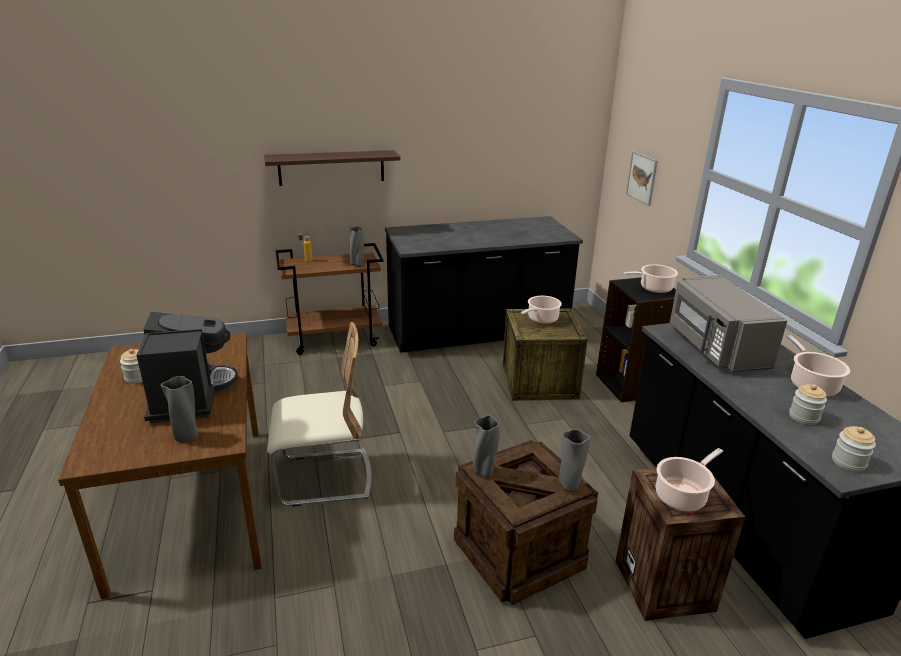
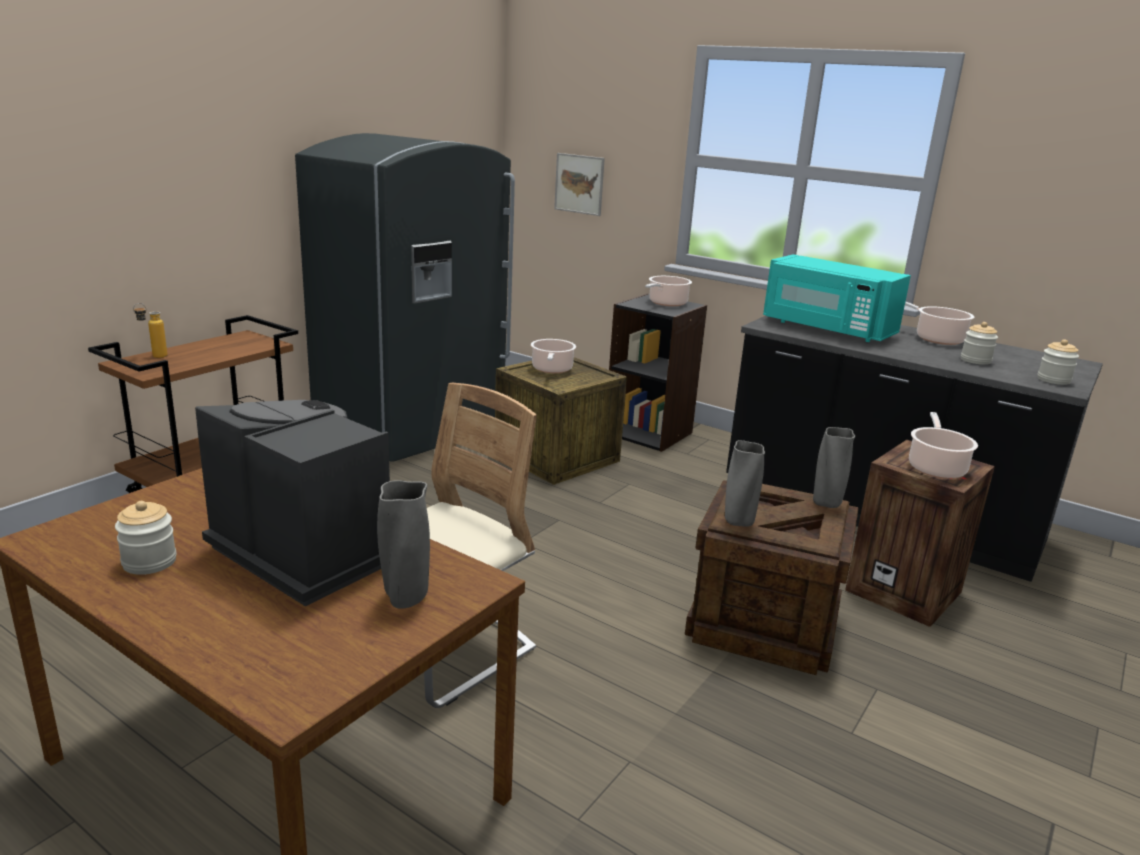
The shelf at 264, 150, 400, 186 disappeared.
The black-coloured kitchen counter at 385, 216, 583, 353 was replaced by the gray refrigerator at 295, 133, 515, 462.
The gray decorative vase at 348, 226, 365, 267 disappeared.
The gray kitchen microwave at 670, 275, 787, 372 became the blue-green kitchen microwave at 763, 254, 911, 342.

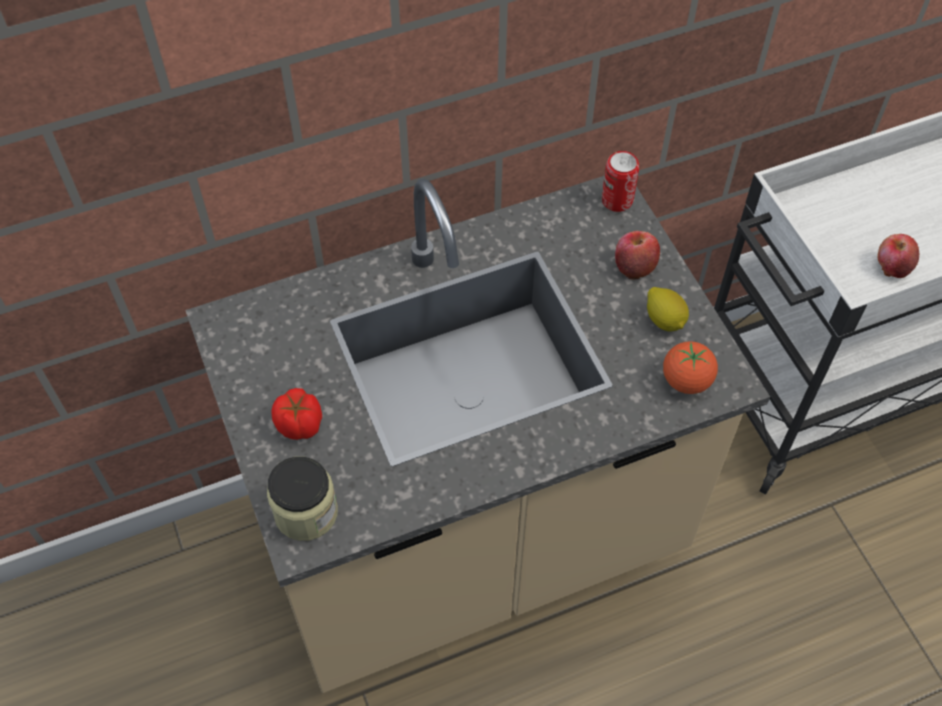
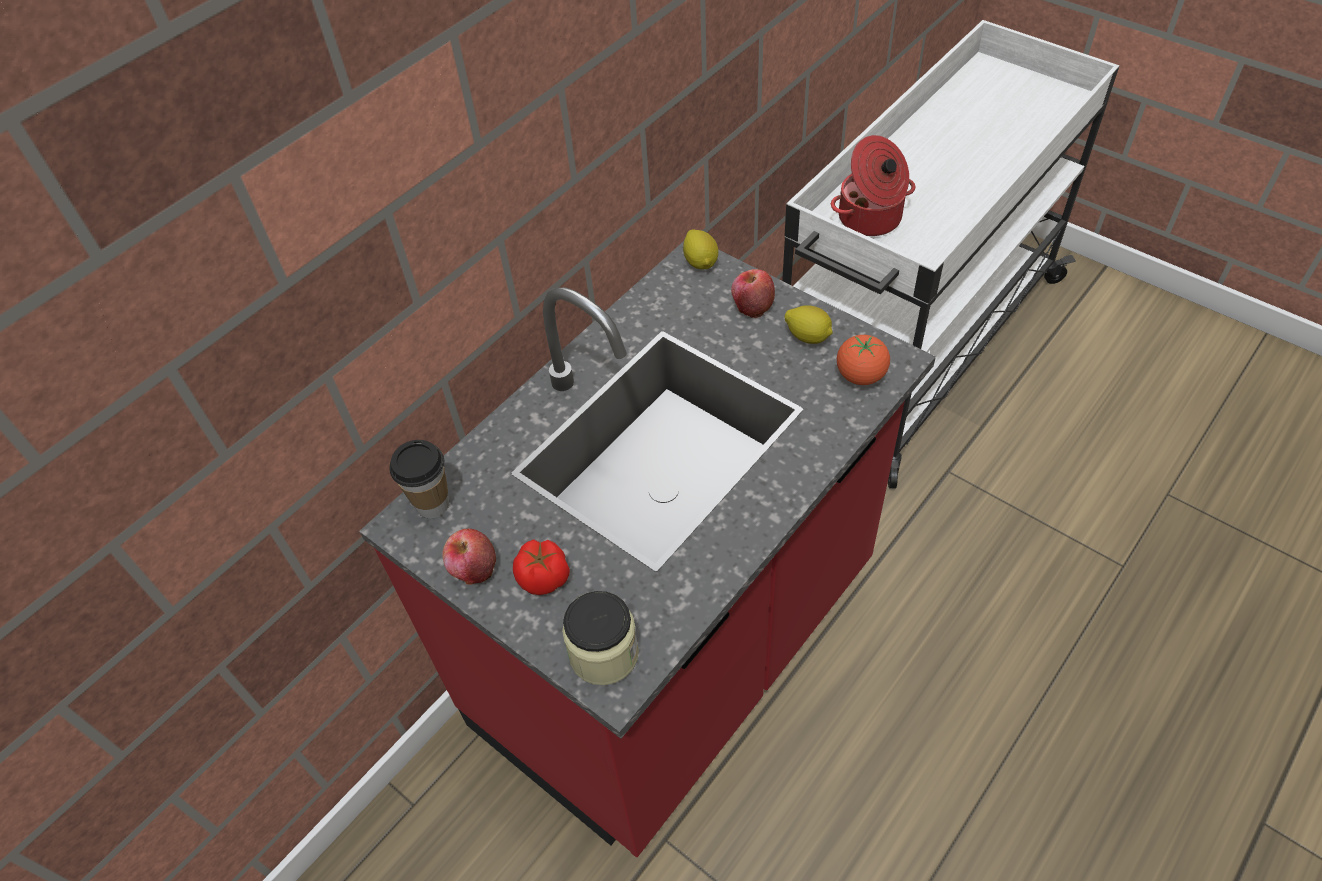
The metal can at 602, 151, 639, 212 was replaced by the lemon at 683, 229, 718, 269.
The beige kitchen counter at 185, 176, 770, 693 became the red-coloured kitchen counter at 359, 241, 936, 857.
The apple moved from 877, 234, 919, 278 to 442, 529, 496, 585.
The cooking pot at 831, 135, 916, 236 appeared.
The cup at 389, 440, 449, 518 appeared.

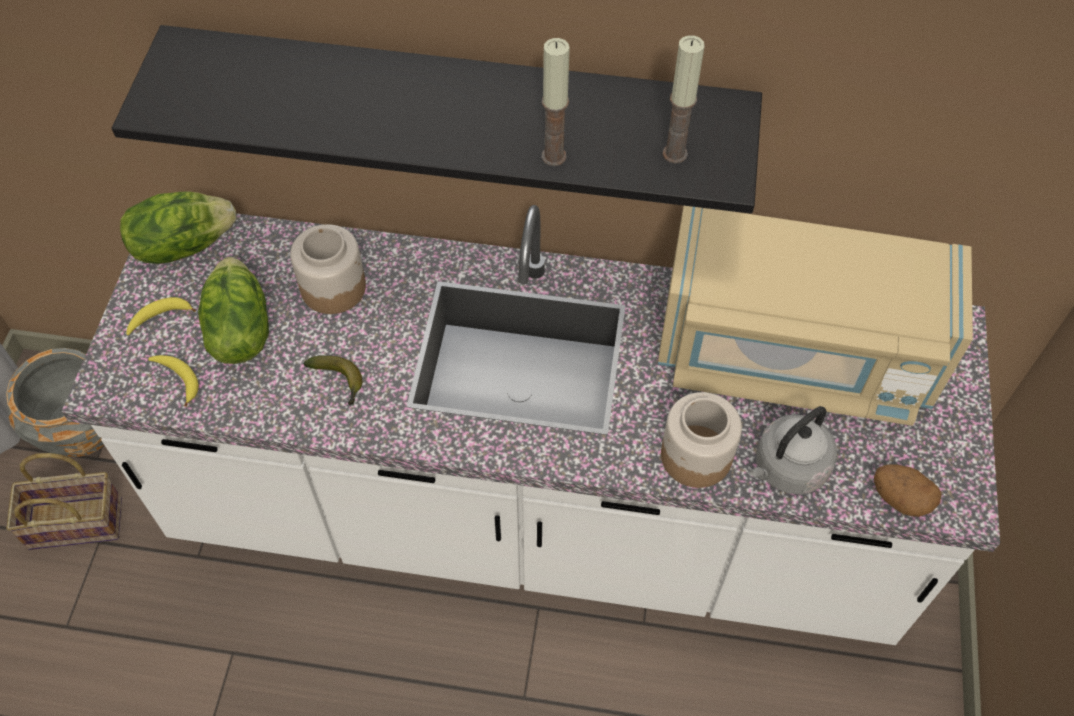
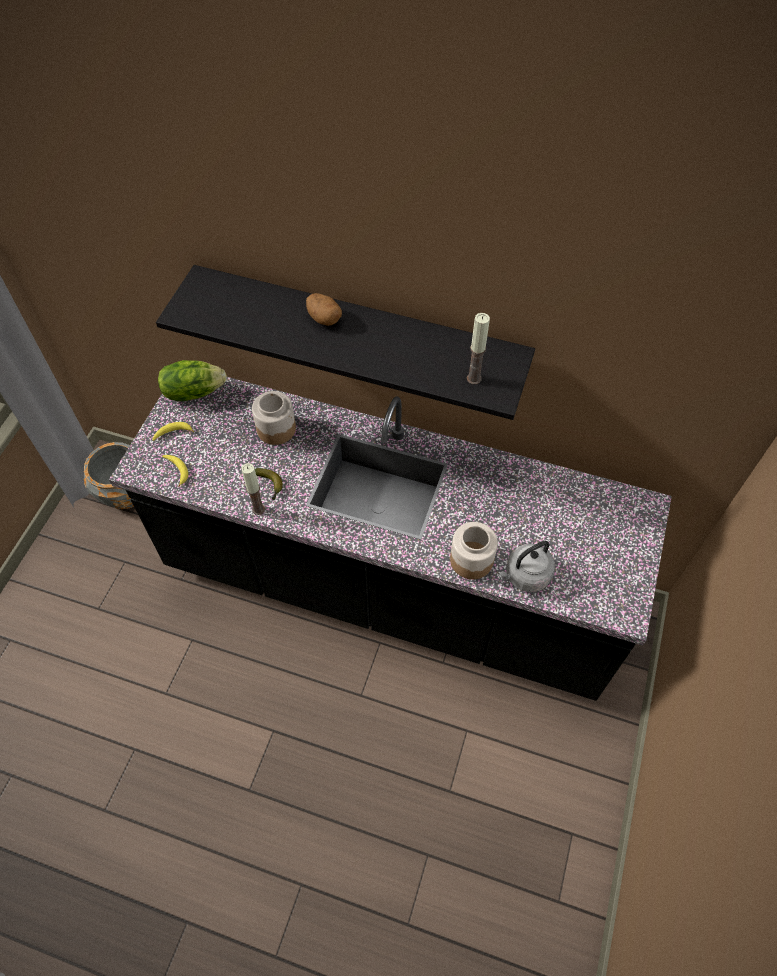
The wax light moved from 542, 38, 570, 166 to 241, 463, 265, 515.
The whitish kitchen counter at 61, 205, 1000, 645 became the black-coloured kitchen counter at 109, 377, 672, 701.
The beige kitchen microwave at 658, 206, 973, 426 disappeared.
The lettuce head at 198, 257, 269, 364 disappeared.
The storage basket at 6, 453, 122, 550 disappeared.
The whole potato moved from 874, 464, 942, 517 to 306, 293, 342, 326.

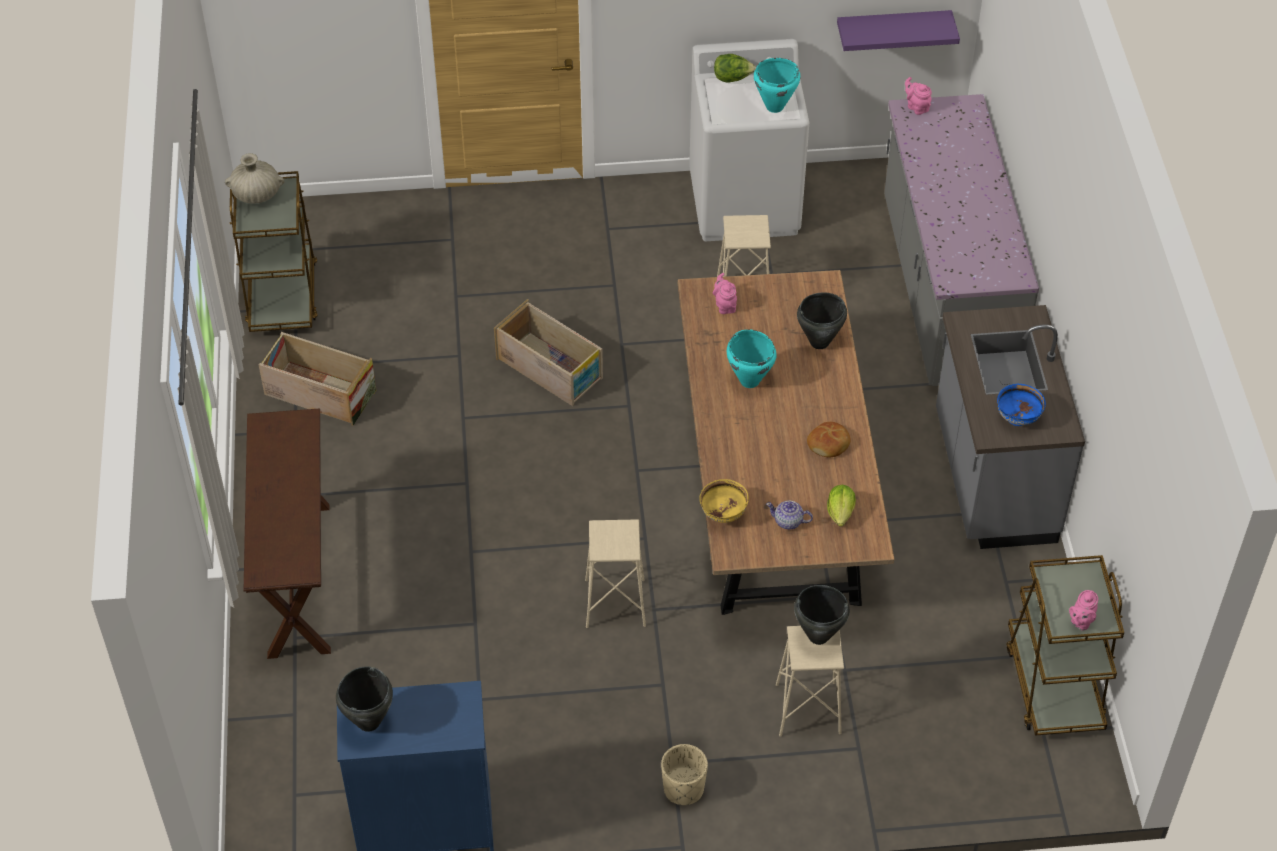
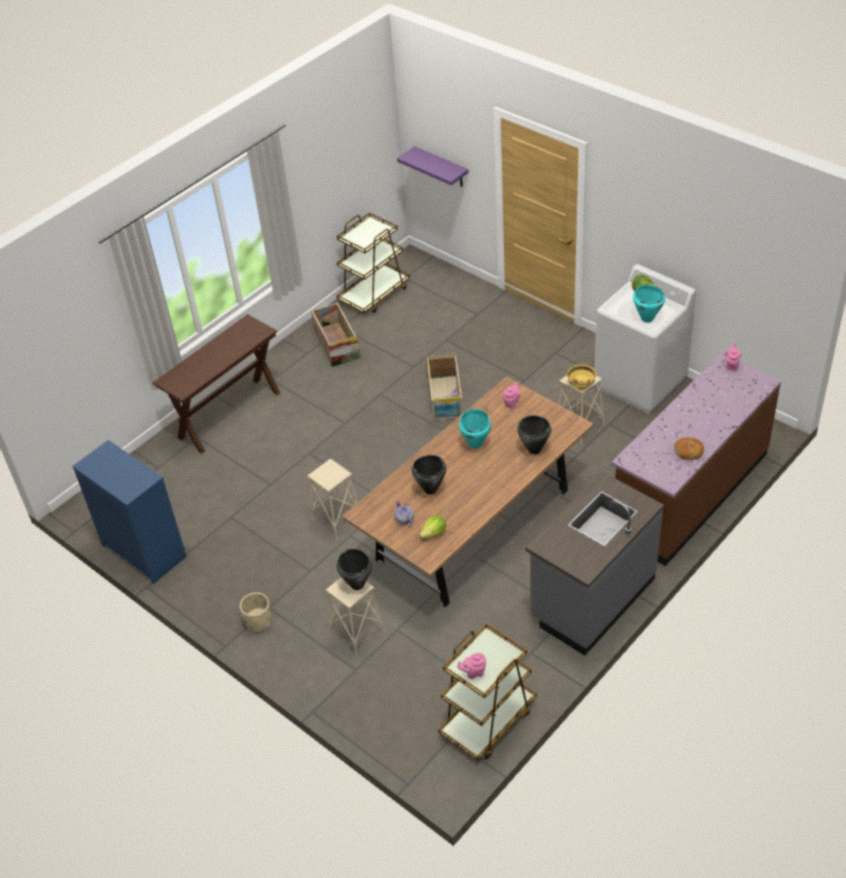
The purple shelf moved from 837, 10, 960, 51 to 397, 146, 469, 187.
The gray kitchen counter at 884, 94, 1039, 386 became the brownish kitchen counter at 611, 353, 781, 566.
The beige decorative vase at 225, 153, 285, 204 disappeared.
The blue bowl at 997, 384, 1046, 426 disappeared.
The bakery bread moved from 807, 422, 851, 457 to 674, 438, 704, 460.
The yellowish bowl moved from 700, 479, 749, 523 to 567, 364, 596, 390.
The black-coloured cooking pot moved from 336, 666, 393, 732 to 412, 455, 446, 494.

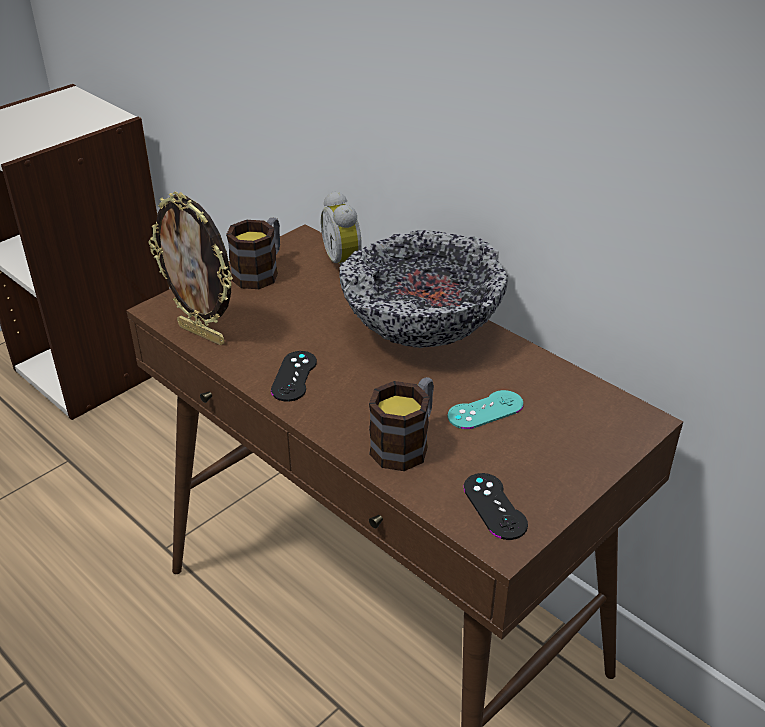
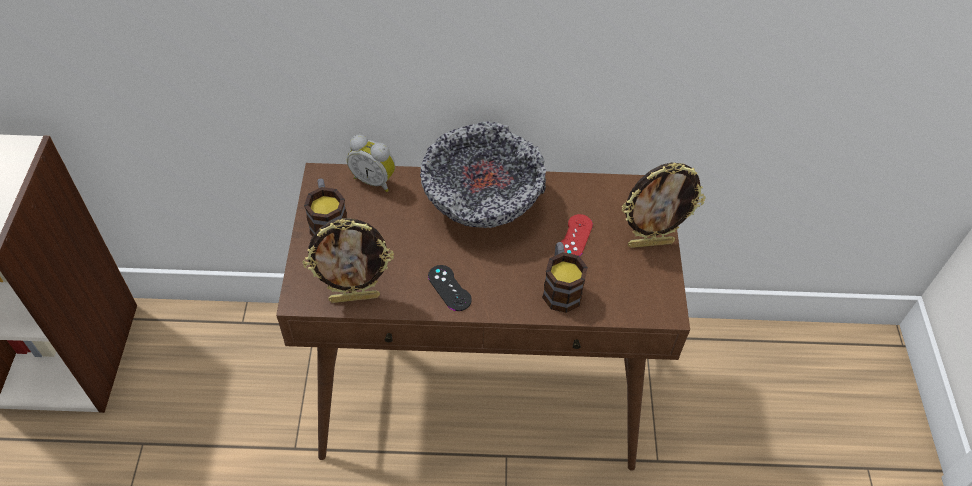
The blue-green gamepad at 448, 390, 523, 429 became the red-coloured gamepad at 561, 214, 593, 256.
The black-coloured gamepad at 464, 473, 528, 540 disappeared.
The standing frame at 622, 163, 706, 248 appeared.

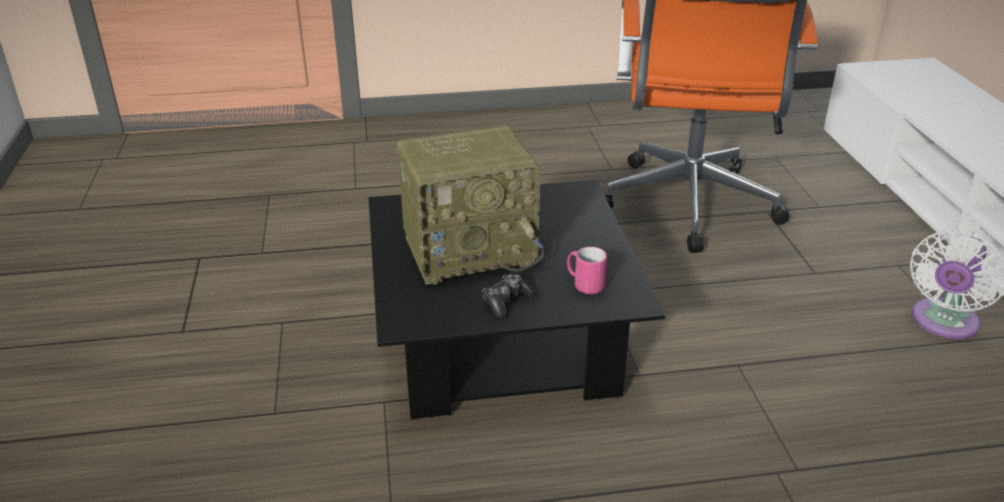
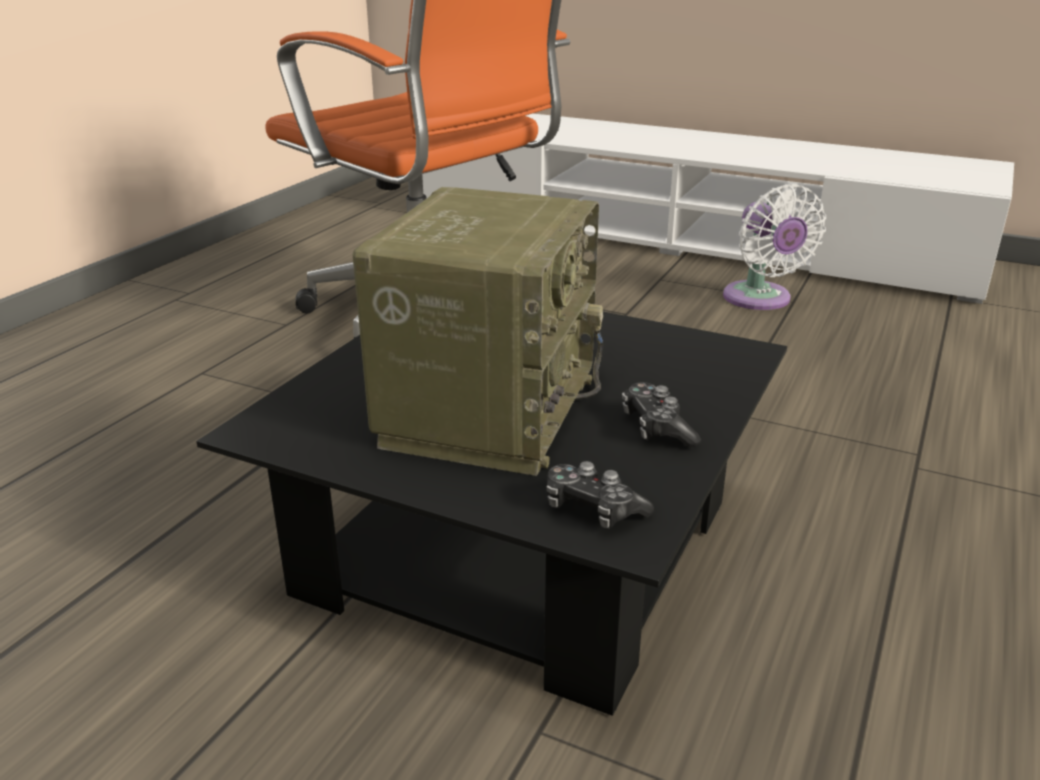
The pink coffee mug at 567, 247, 607, 294 disappeared.
The gamepad at 546, 461, 654, 528 appeared.

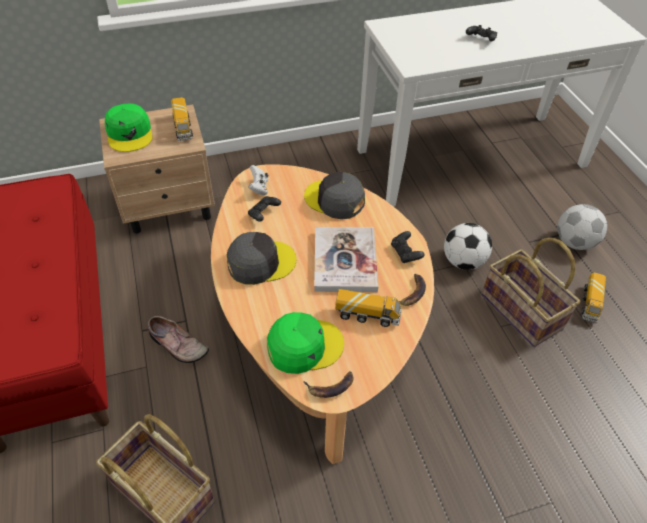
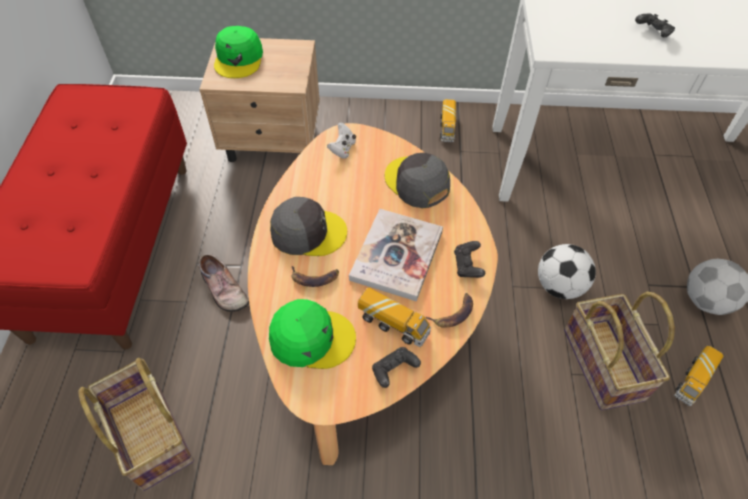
The toy truck moved from 171, 97, 193, 141 to 440, 99, 456, 142.
The black-coloured gamepad moved from 248, 196, 281, 222 to 372, 347, 421, 388.
The whole banana moved from 304, 371, 354, 398 to 292, 266, 339, 287.

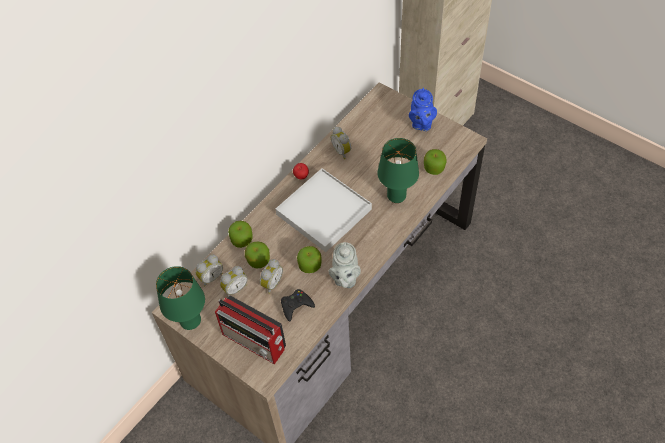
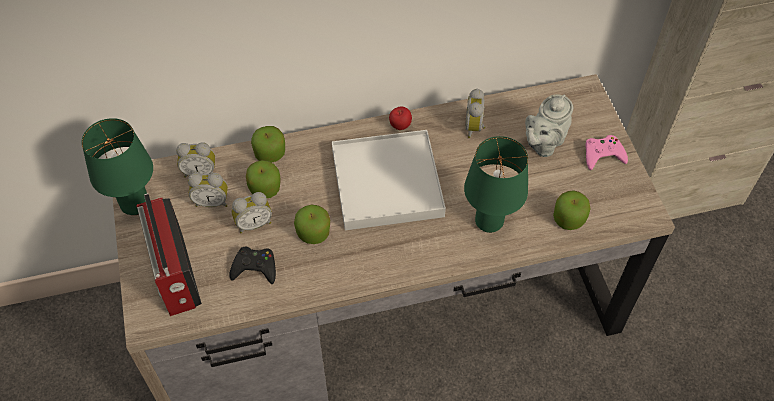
The blue teapot at 409, 88, 437, 131 was replaced by the pink gamepad at 585, 135, 628, 170.
The gray teapot moved from 329, 242, 361, 288 to 525, 94, 573, 157.

